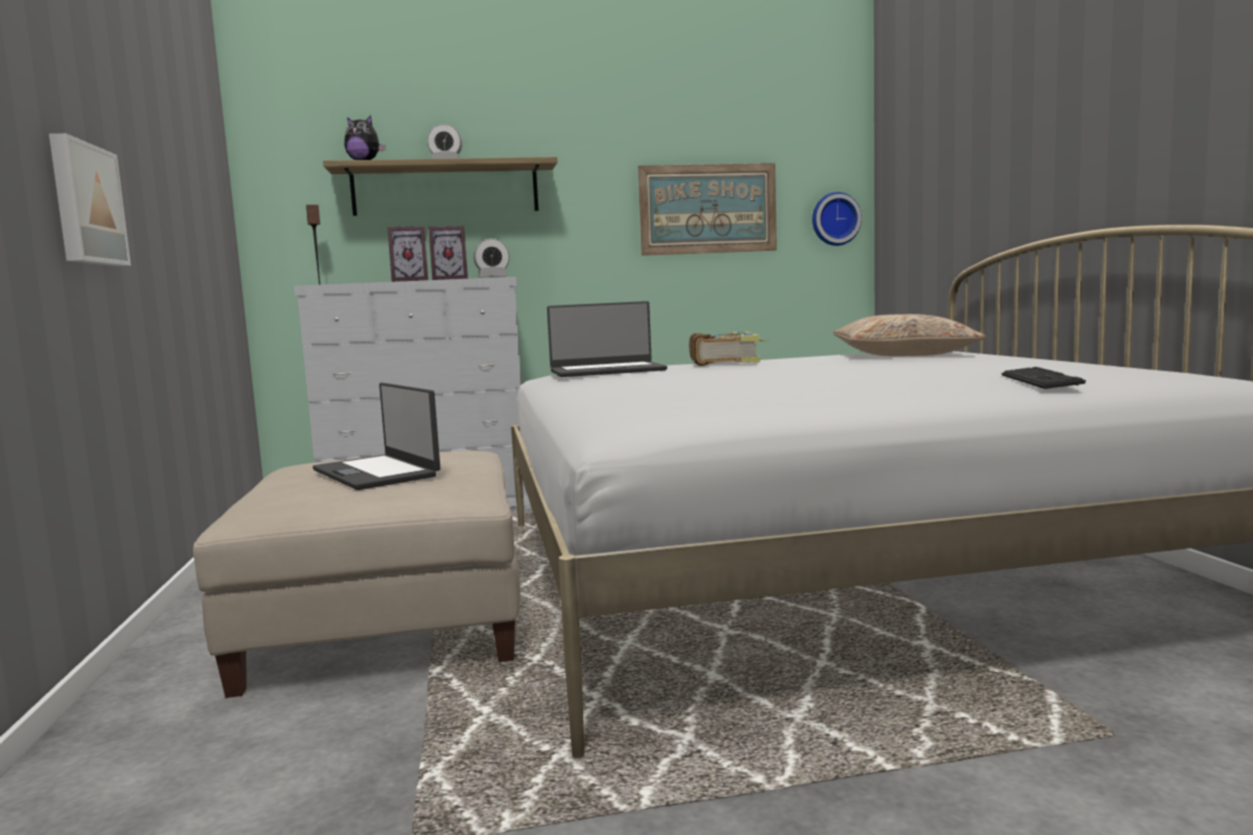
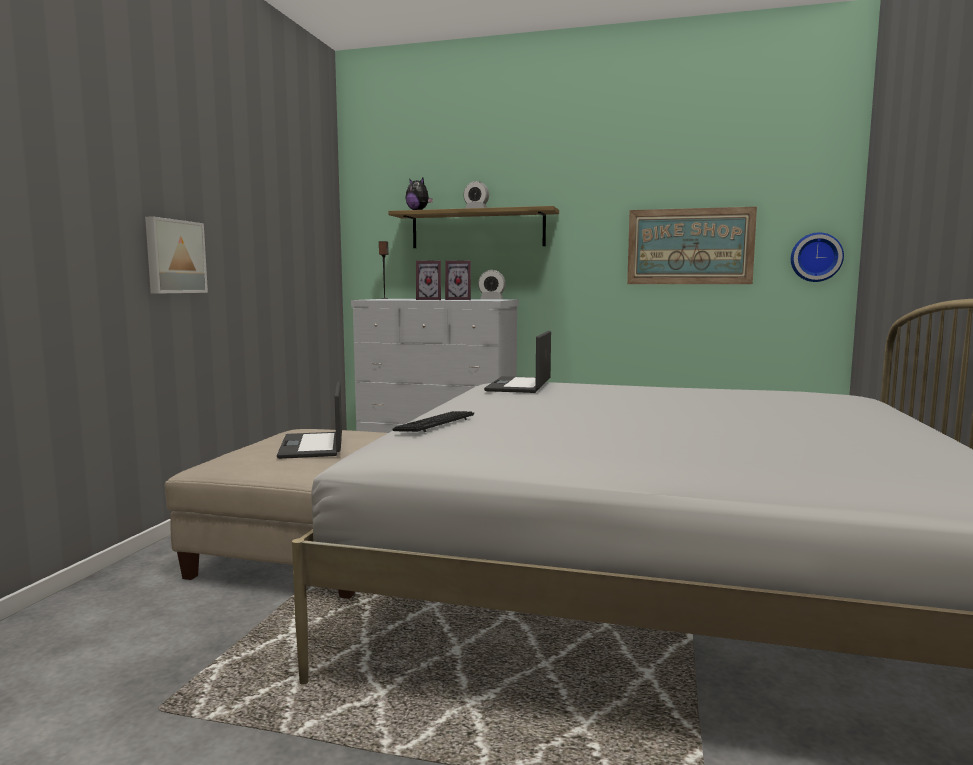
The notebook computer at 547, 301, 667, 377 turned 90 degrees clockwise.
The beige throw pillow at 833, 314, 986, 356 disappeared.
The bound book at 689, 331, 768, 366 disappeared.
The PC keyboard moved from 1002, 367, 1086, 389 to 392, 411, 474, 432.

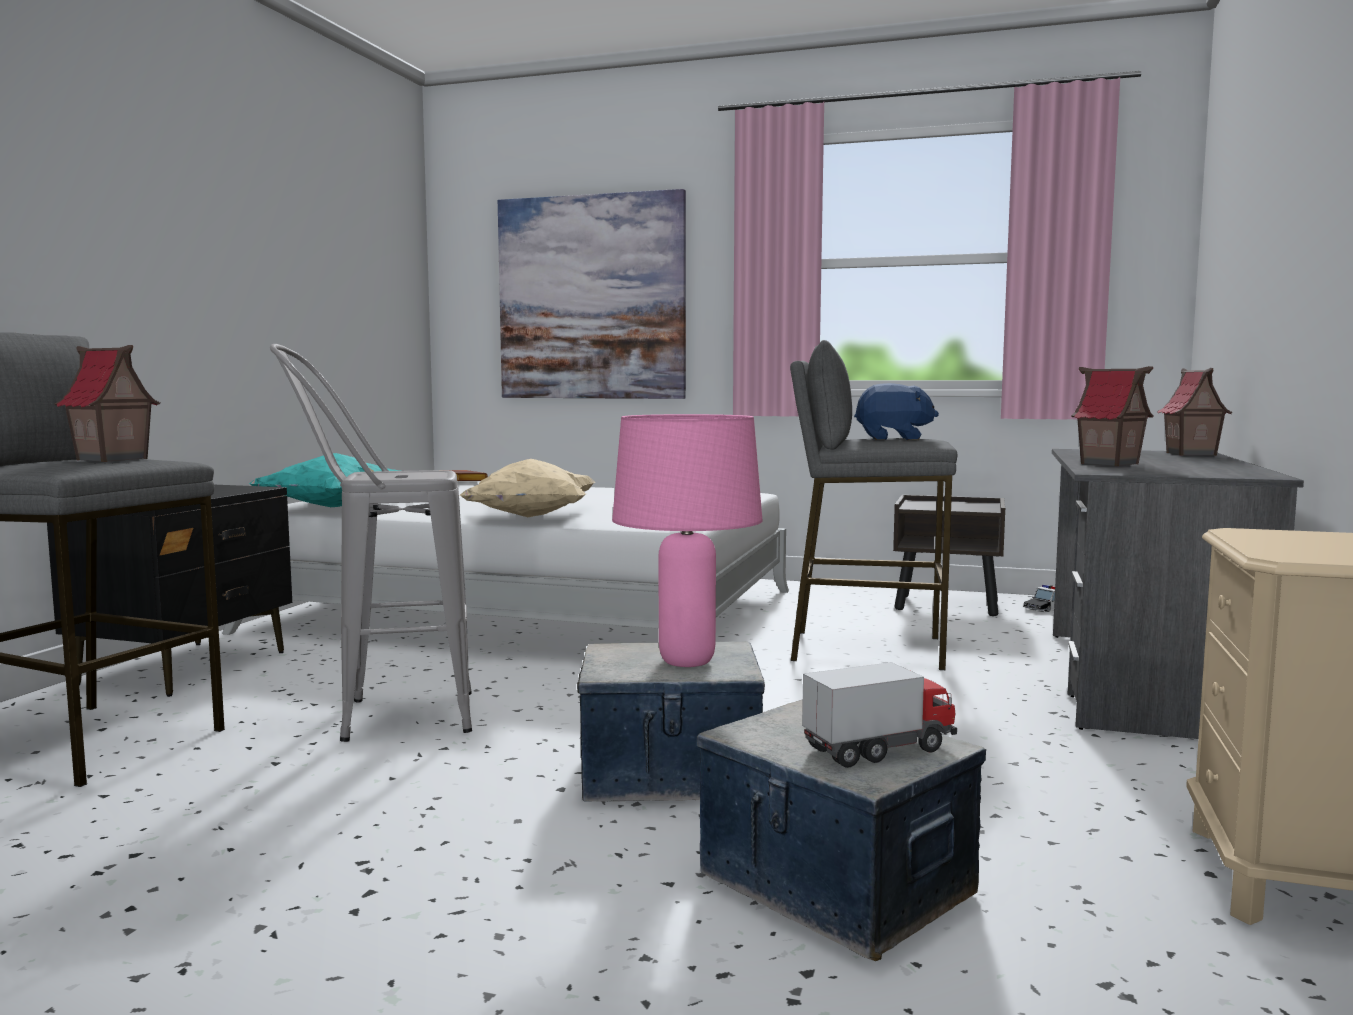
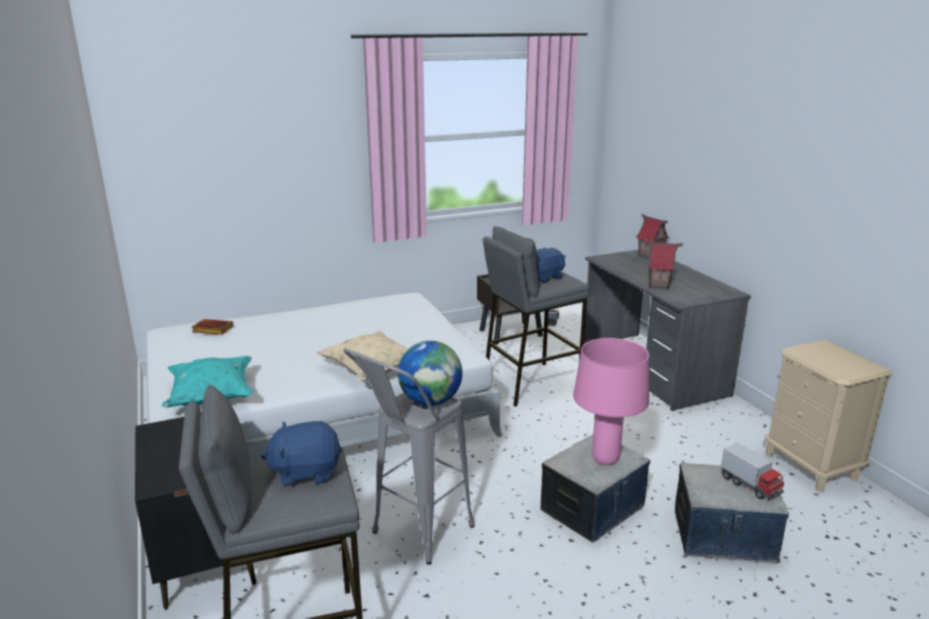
The wall art at 498, 189, 686, 399 disappeared.
The miniature house at 55, 345, 160, 462 was replaced by the blue cuddly toy at 261, 421, 342, 487.
The toy truck at 802, 662, 957, 768 turned 120 degrees clockwise.
The desk globe at 398, 341, 462, 406 appeared.

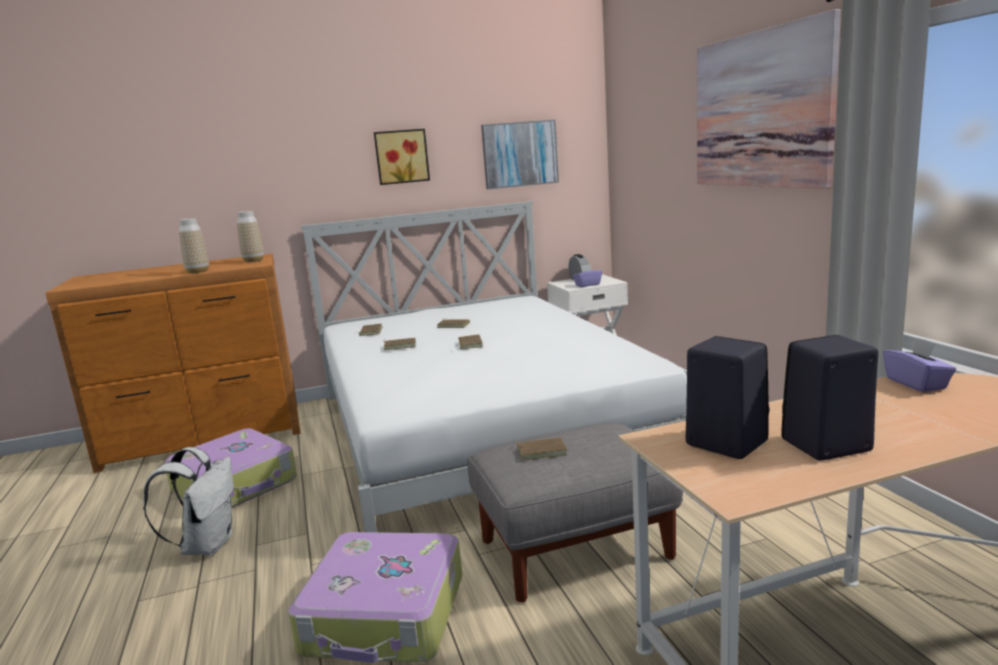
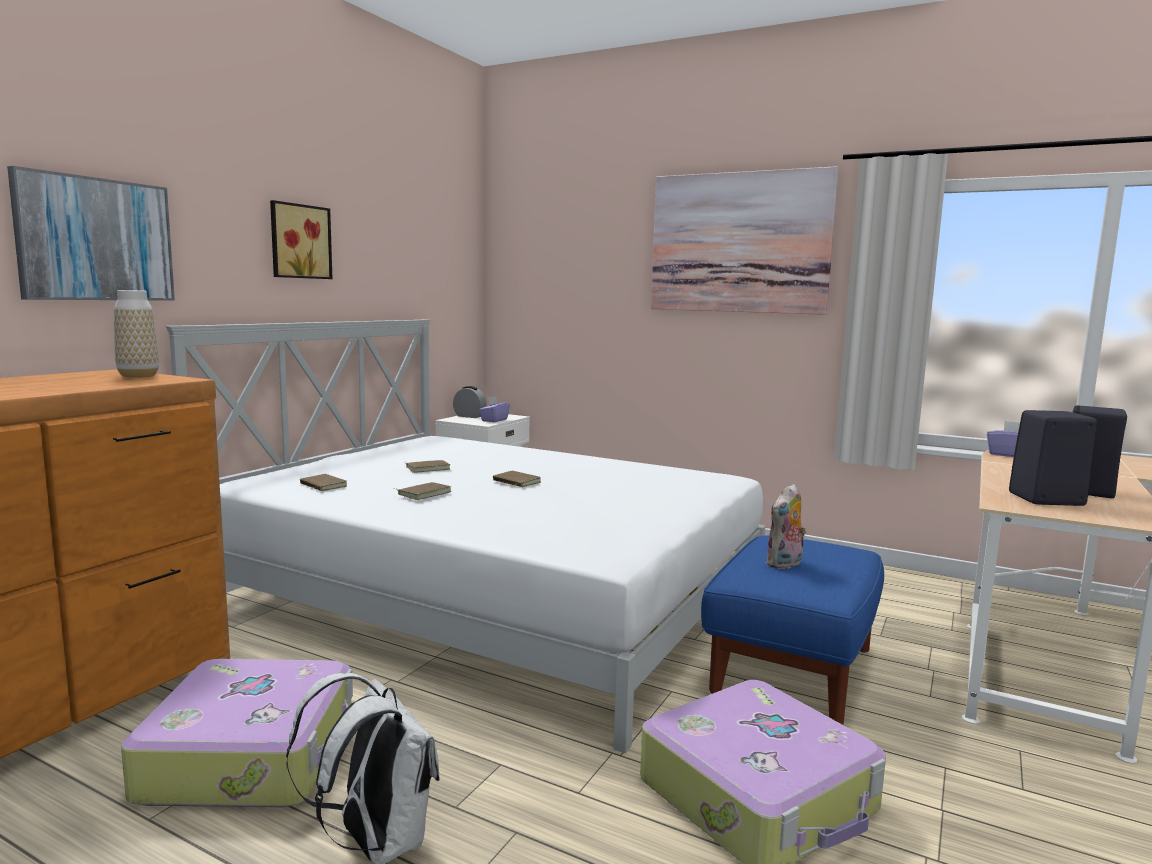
The wall art moved from 481, 120, 559, 189 to 7, 166, 175, 301.
The decorative vase at 179, 218, 209, 273 disappeared.
The gray footrest at 467, 423, 683, 602 became the blue footrest at 701, 536, 884, 725.
The brownish bound book at 515, 438, 567, 461 was replaced by the cuddly toy at 766, 484, 806, 569.

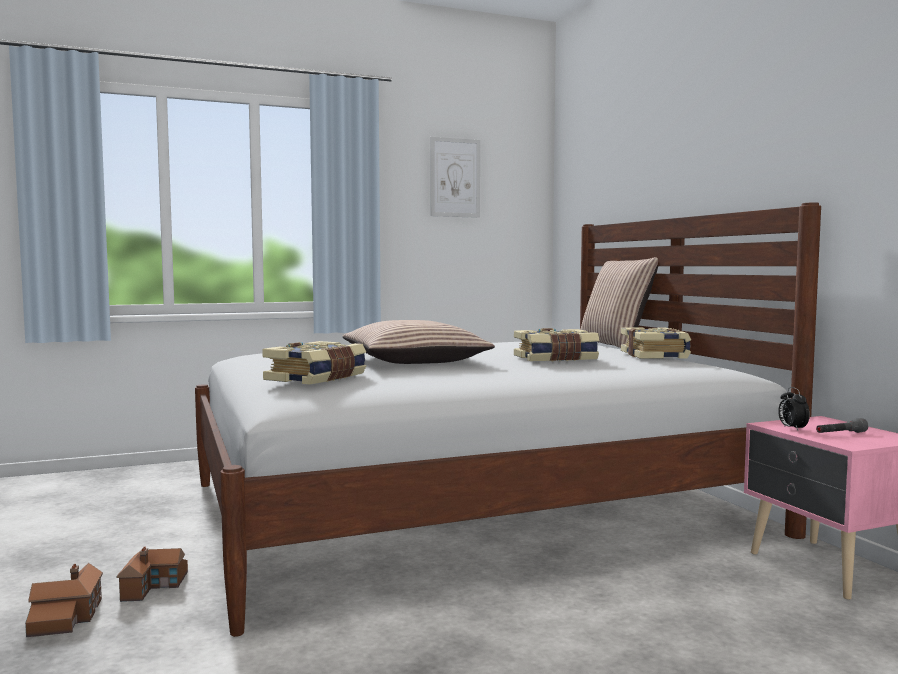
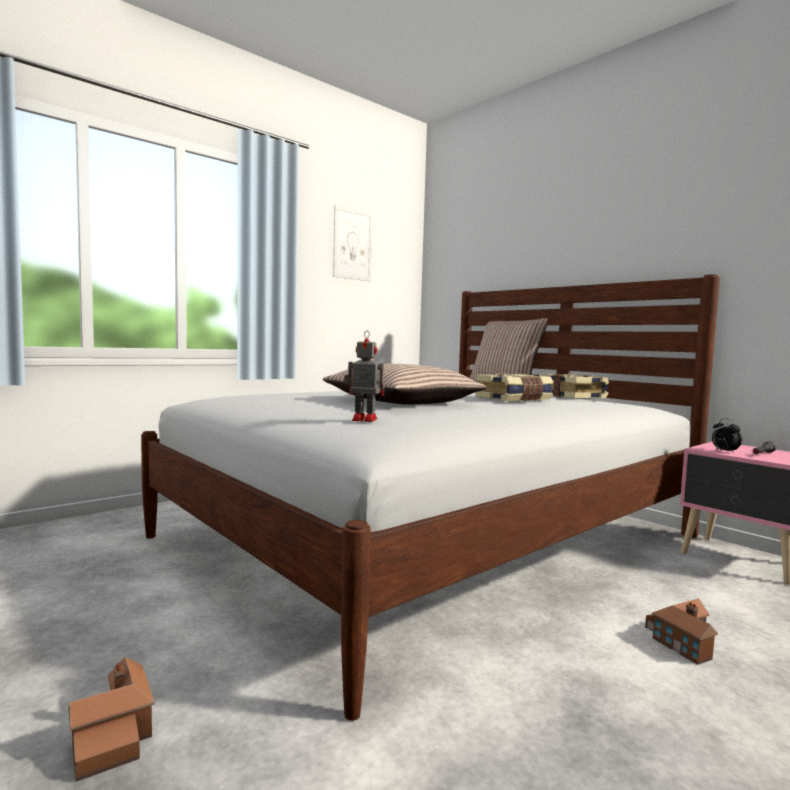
The bound book at 262, 341, 366, 385 was replaced by the toy robot at 344, 331, 384, 422.
The miniature house moved from 116, 547, 188, 602 to 645, 598, 718, 665.

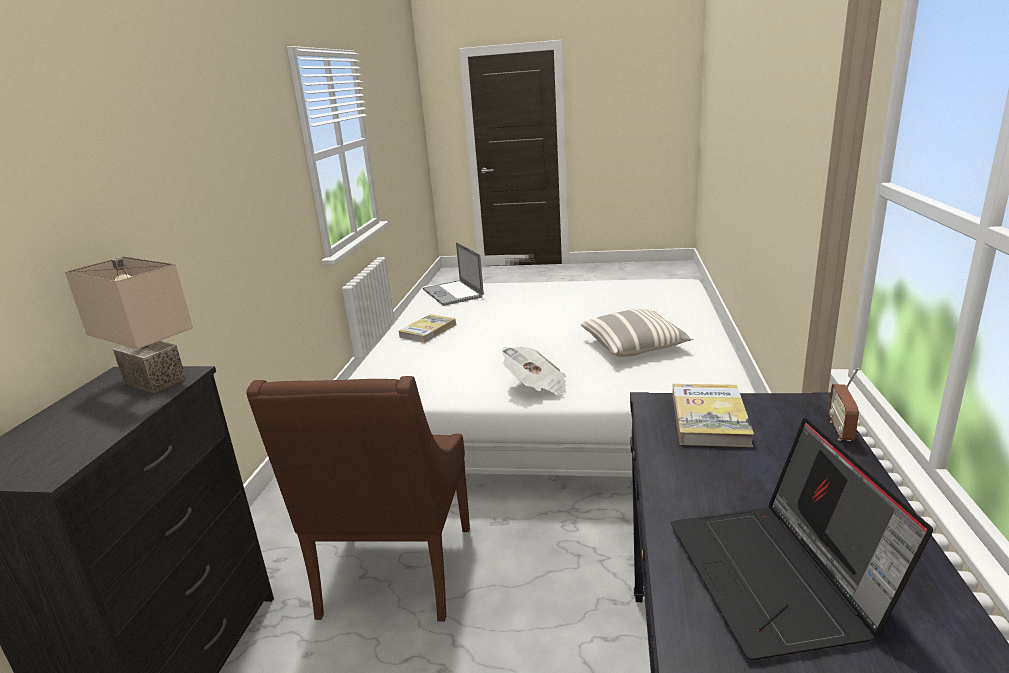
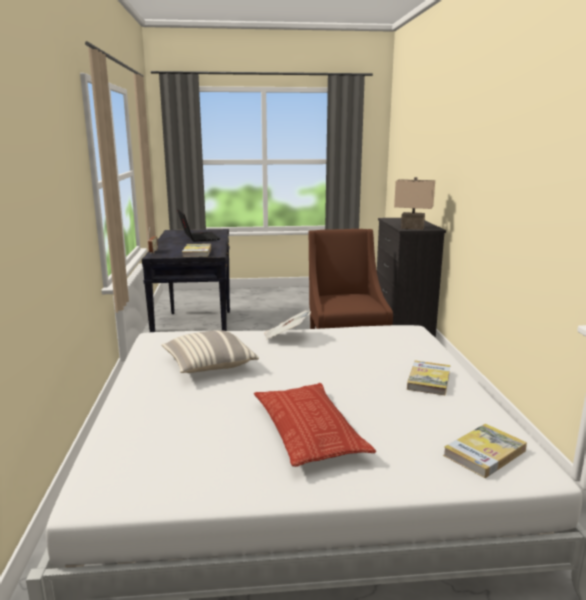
The notebook computer at 423, 242, 484, 306 was replaced by the bound book at 443, 424, 527, 478.
The throw pillow at 254, 383, 376, 467 appeared.

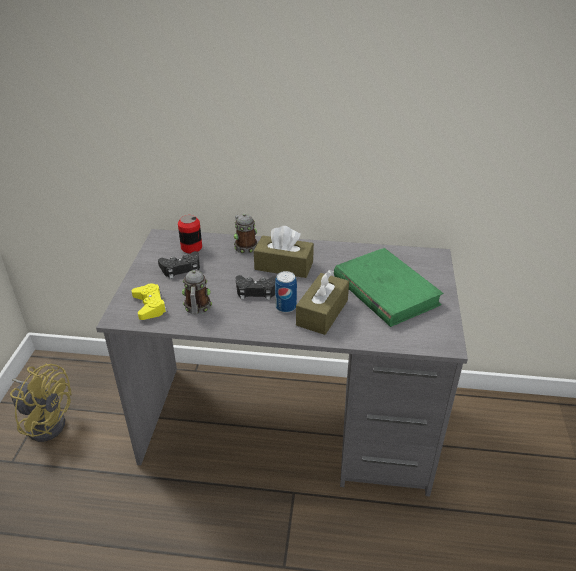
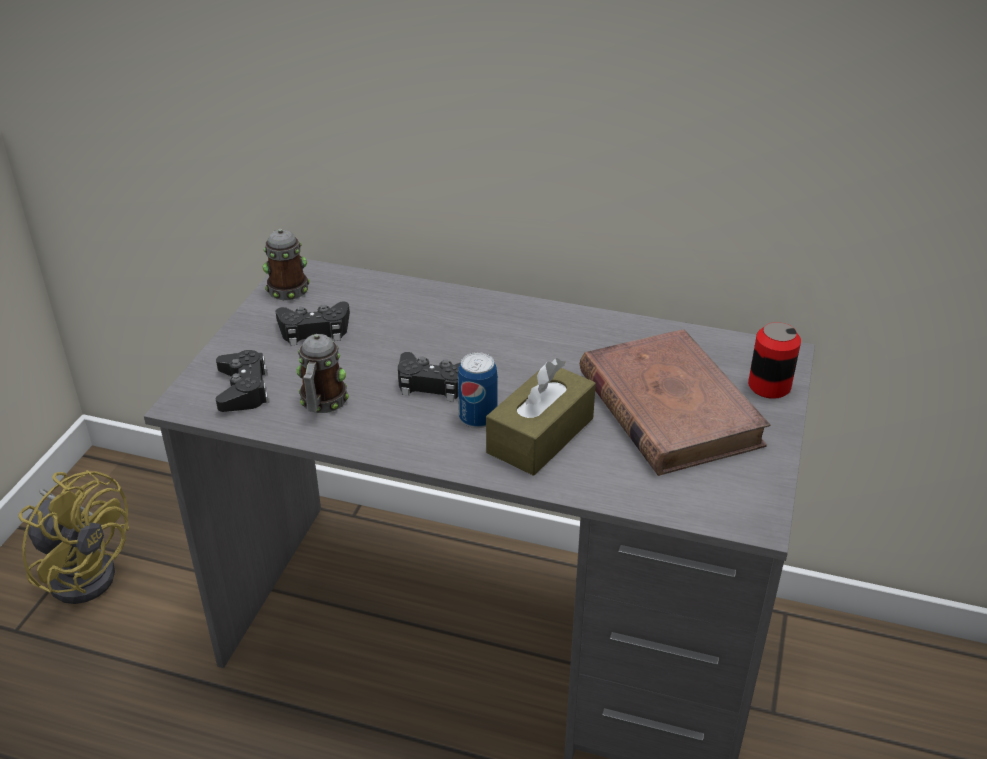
The coffee mug moved from 234, 214, 258, 254 to 263, 229, 310, 300.
The metal can moved from 178, 215, 202, 253 to 748, 322, 801, 399.
The brownish box of tissues at 254, 226, 314, 278 disappeared.
The green bound book at 334, 248, 444, 327 became the brownish bound book at 580, 329, 771, 476.
The yellowish gamepad at 131, 284, 167, 320 became the black-coloured gamepad at 216, 350, 269, 412.

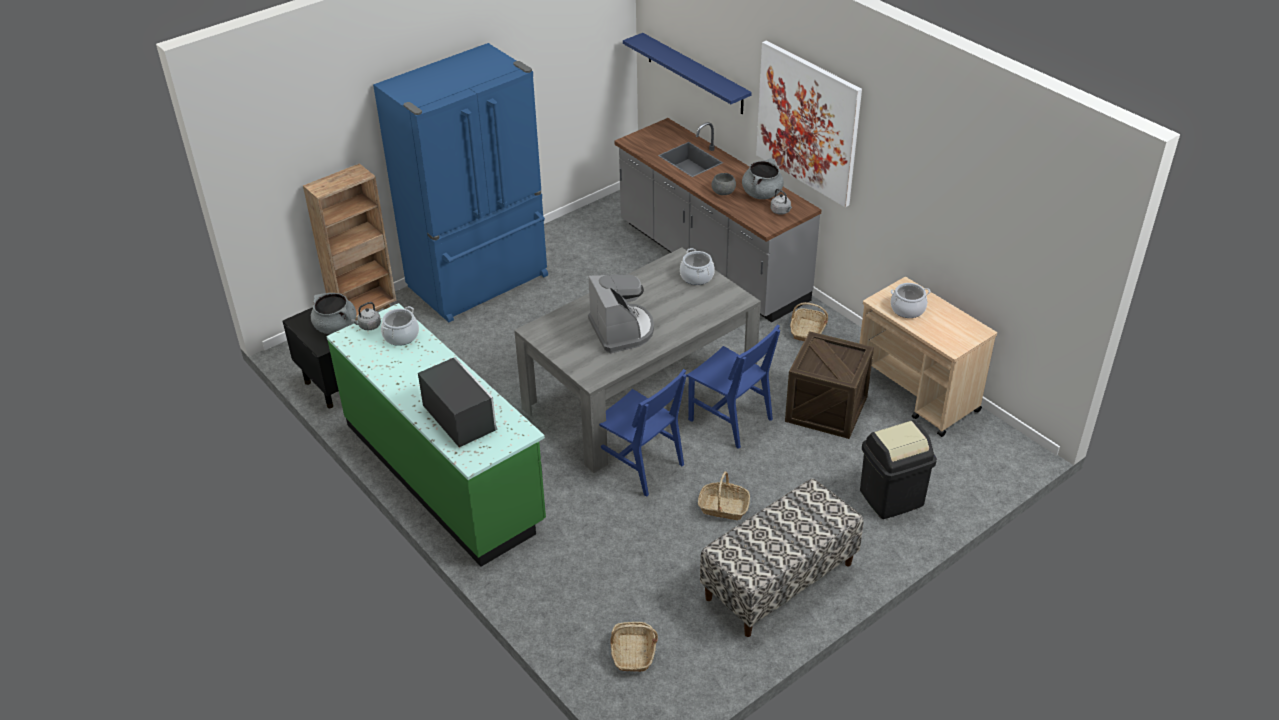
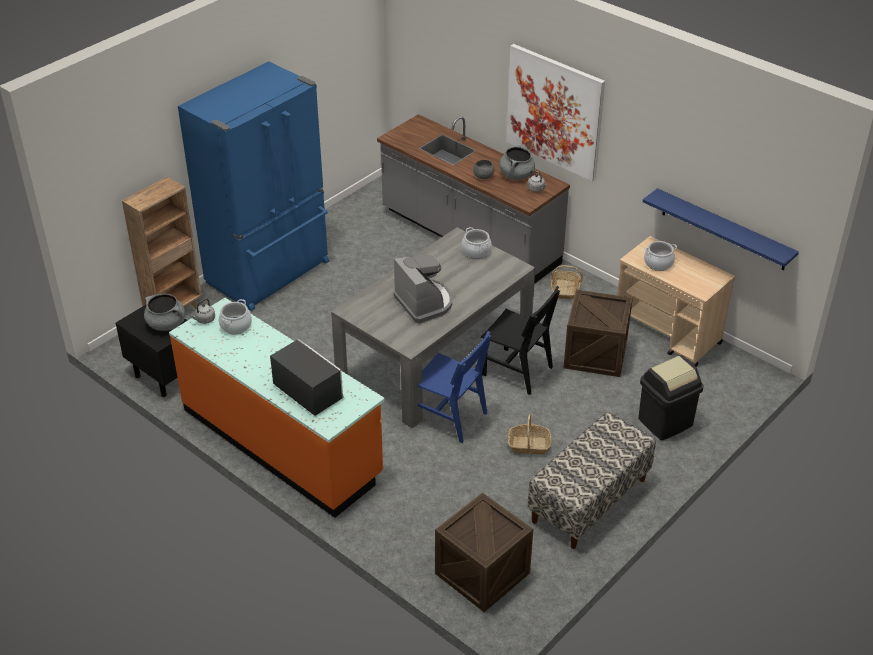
The blue shelf moved from 623, 33, 752, 114 to 643, 188, 799, 271.
The green kitchen counter at 326, 303, 546, 567 became the orange kitchen counter at 169, 298, 385, 518.
The blue plain chair at 687, 324, 780, 449 became the black-coloured plain chair at 481, 286, 560, 395.
The storage basket at 610, 622, 658, 672 was replaced by the shipping crate at 435, 492, 533, 612.

